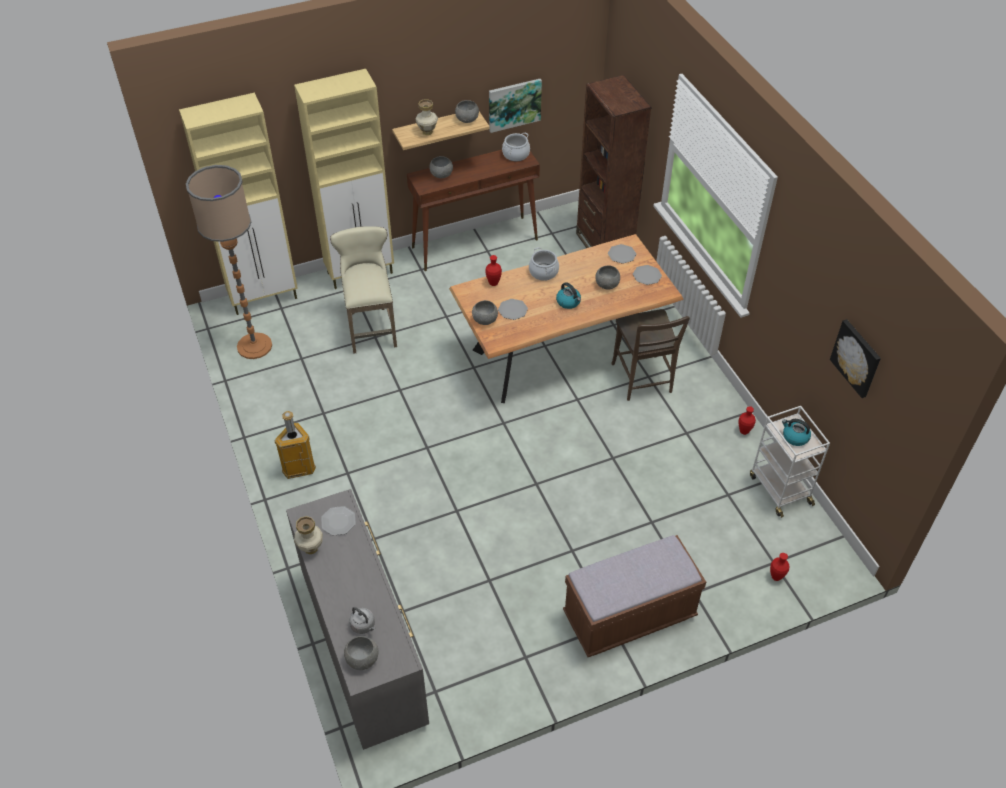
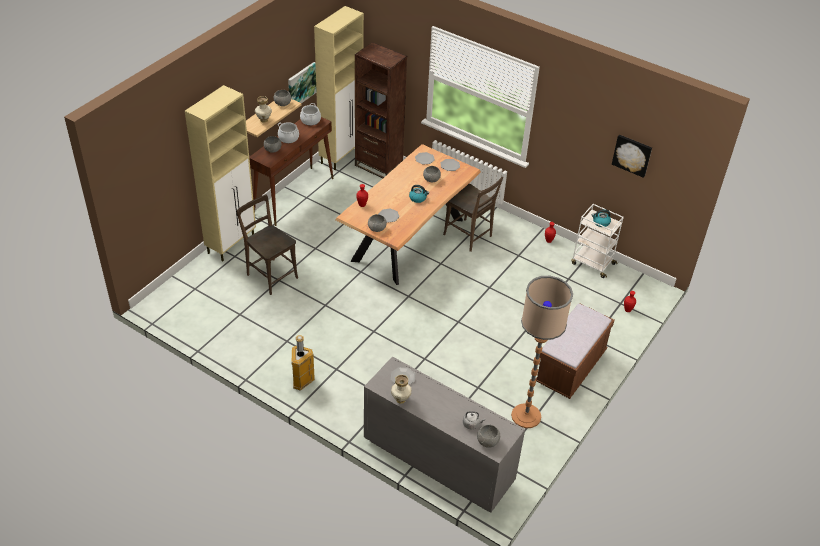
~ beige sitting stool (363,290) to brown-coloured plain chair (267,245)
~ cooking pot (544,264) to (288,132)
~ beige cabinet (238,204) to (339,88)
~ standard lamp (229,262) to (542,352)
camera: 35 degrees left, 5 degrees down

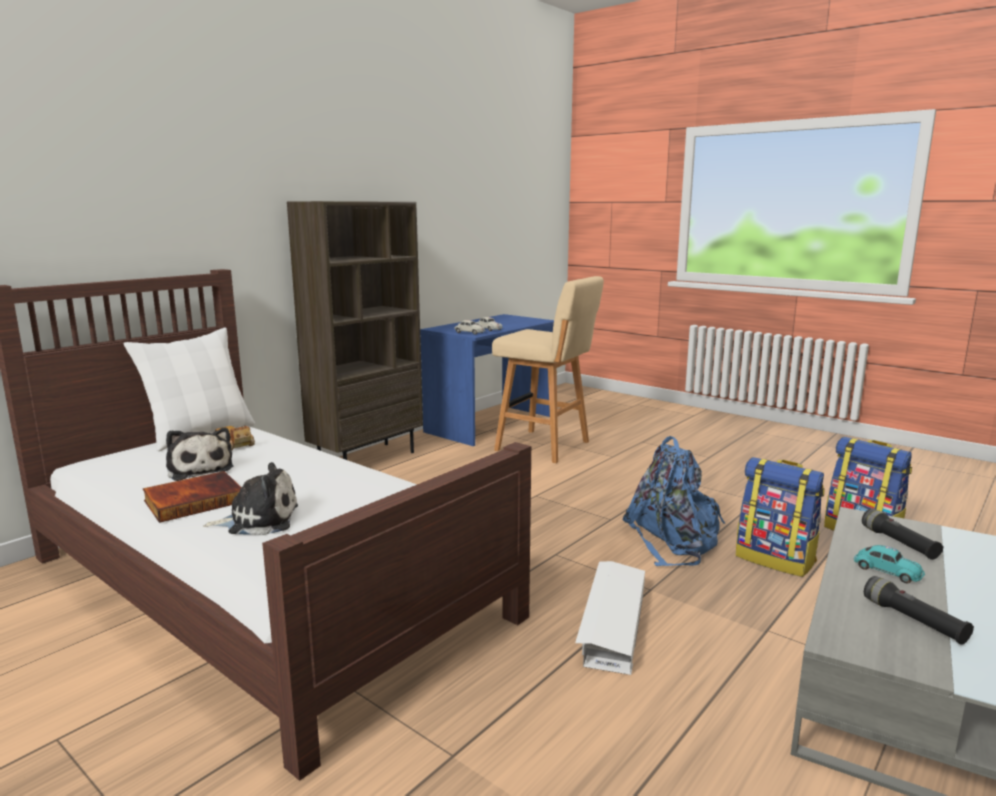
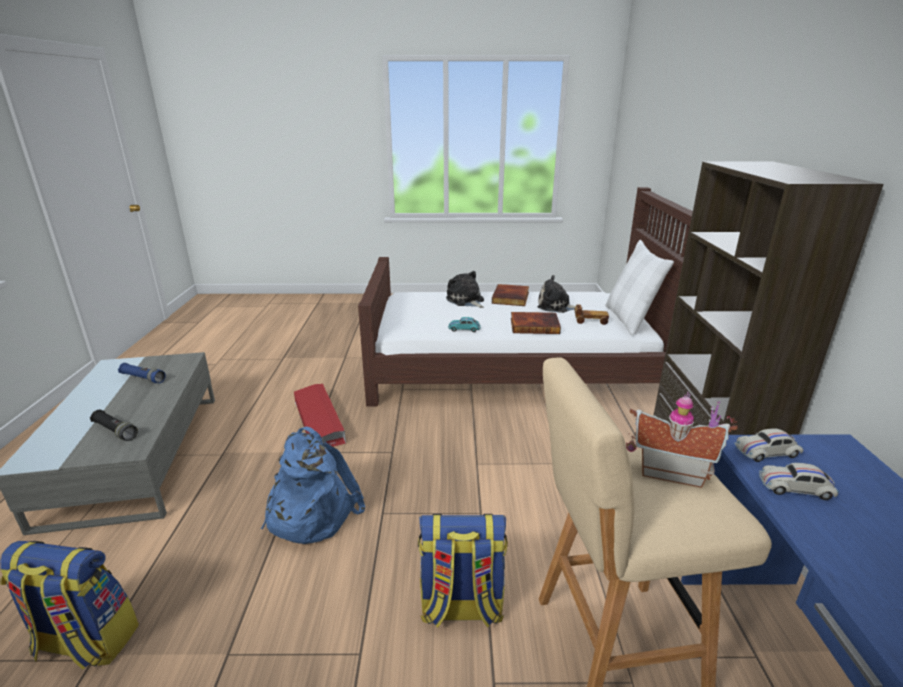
~ blackish hand torch (919,610) to bluish hand torch (142,373)
~ whitish storage bin (610,618) to reddish storage bin (320,415)
~ rucksack (780,517) to (463,571)
~ soft toy (250,499) = (465,289) 105 degrees clockwise
~ turquoise toy car (889,564) to (464,324)
+ bound book (536,323)
+ miniature house (681,440)
camera: 140 degrees right, 10 degrees up

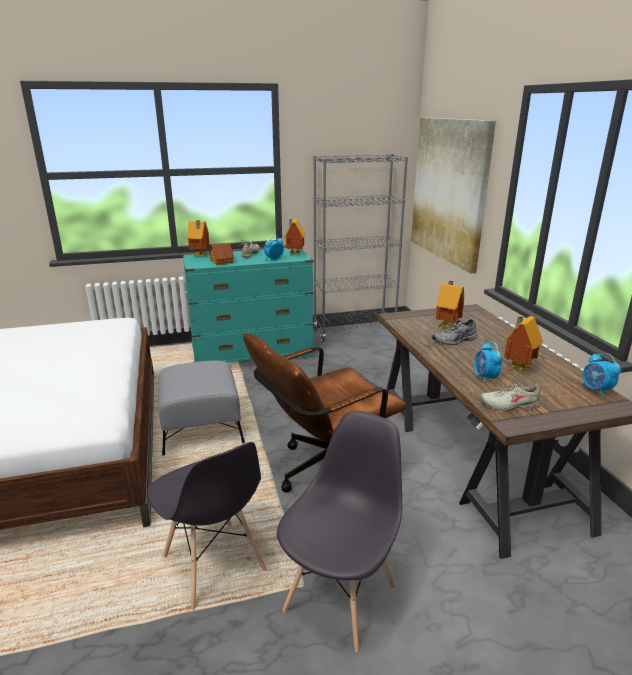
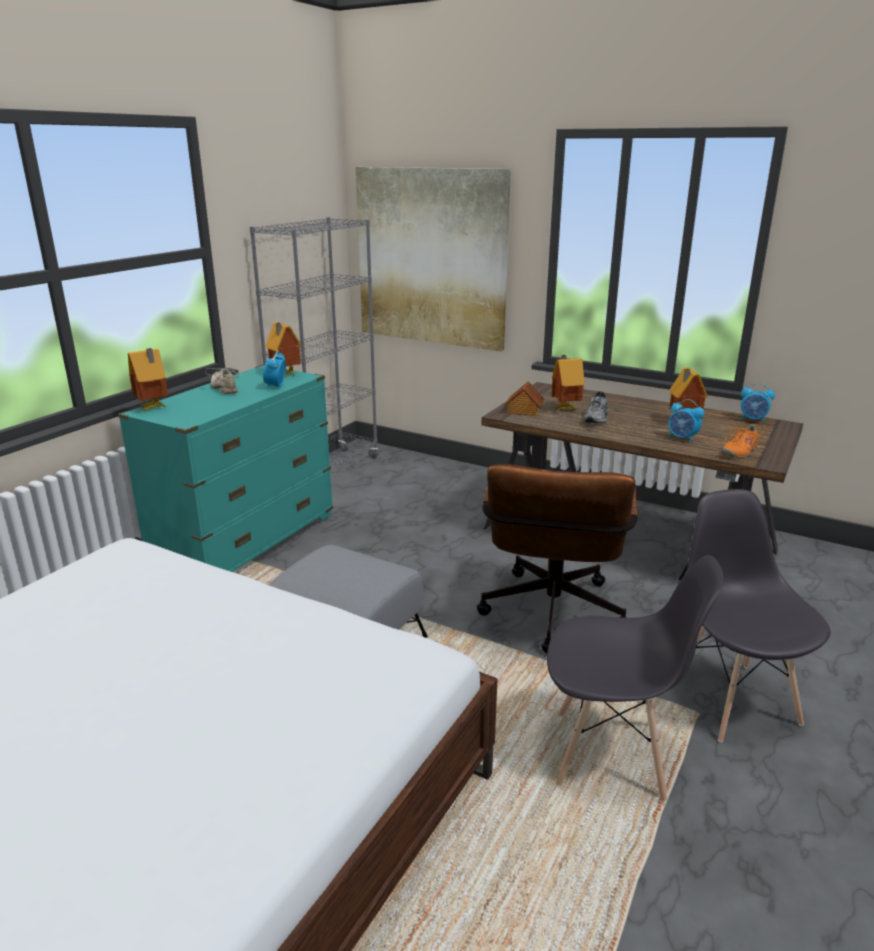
~ miniature house (222,254) to (525,398)
~ beige low shoe (510,396) to orangey low shoe (741,441)
camera: 45 degrees left, 0 degrees up

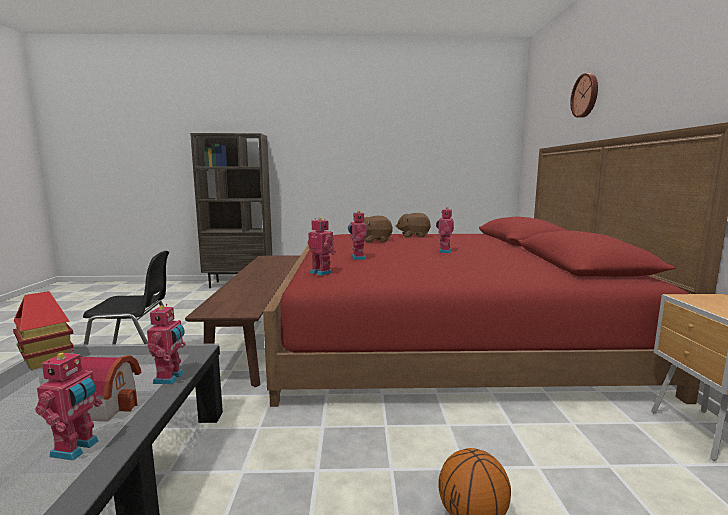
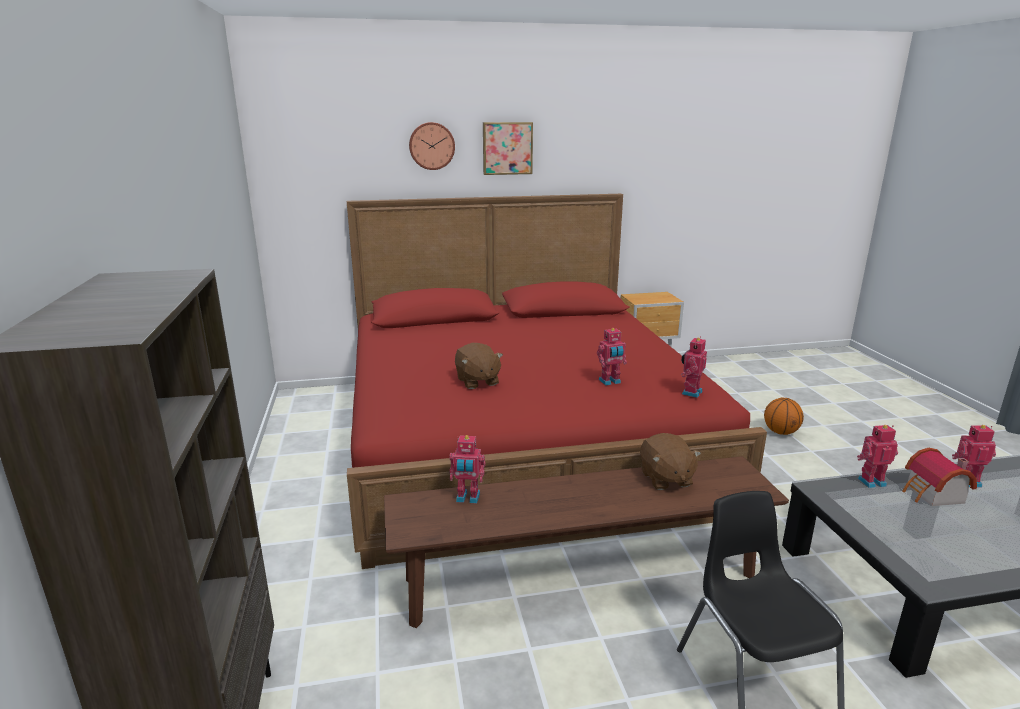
~ model robot (445,230) to (467,469)
+ wall picture (508,148)
~ brown-coloured soft toy (413,225) to (670,461)
- miniature house (43,330)
camera: 100 degrees left, 10 degrees up

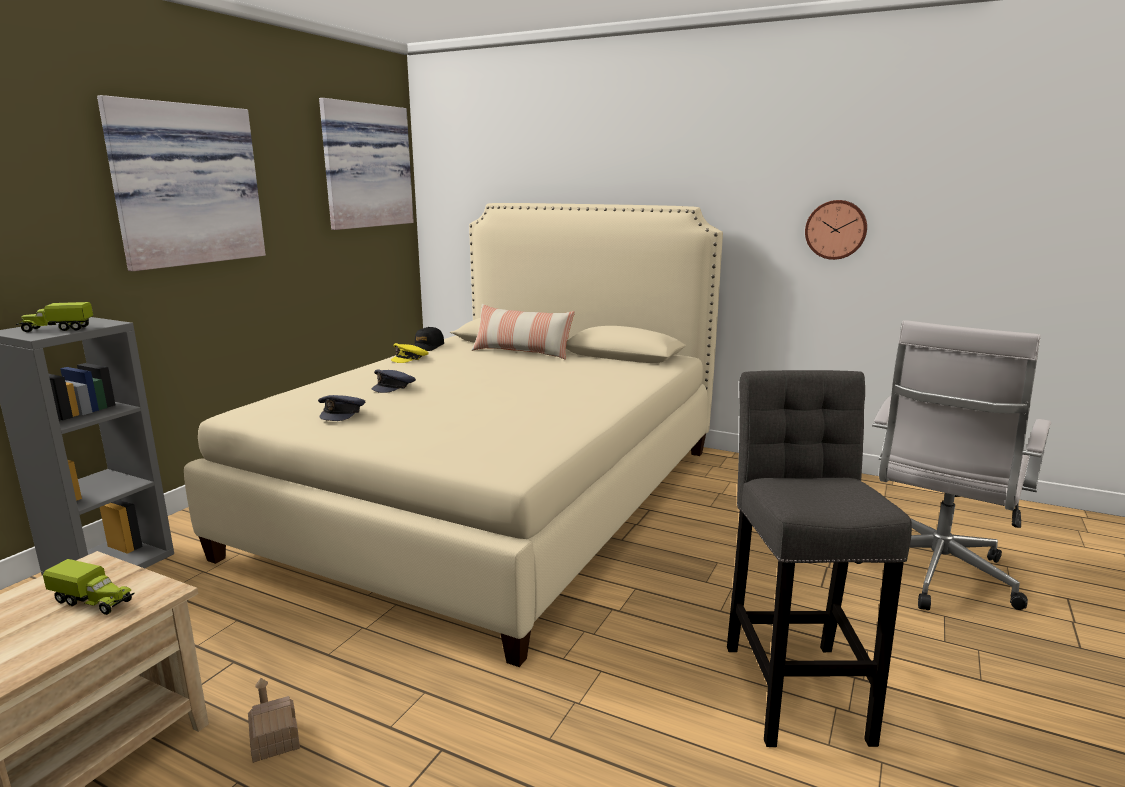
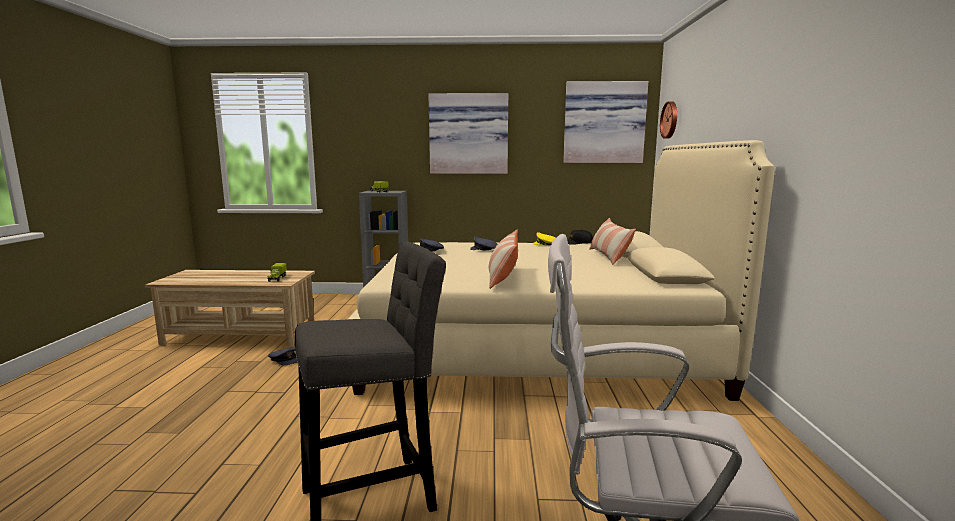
~ miniature house (274,720) to grey cap (282,356)
+ cushion (503,259)
~ hanging clock (836,230) to (668,120)
camera: 65 degrees right, 5 degrees down

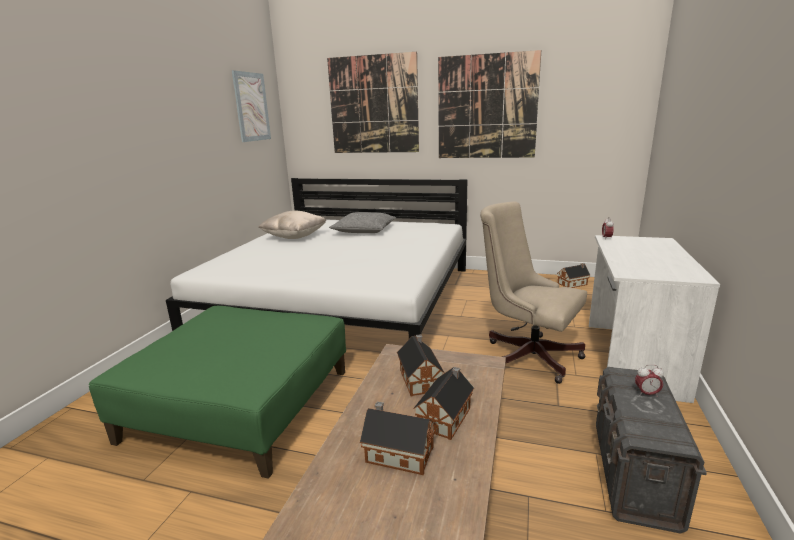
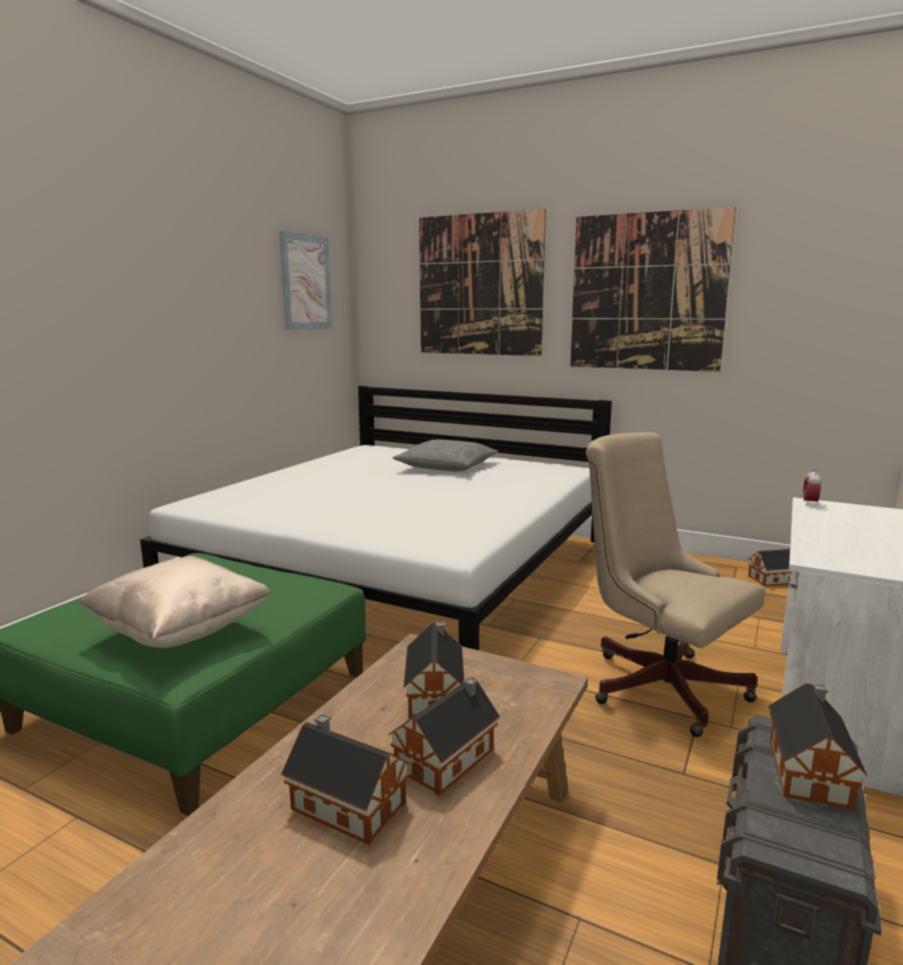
~ beige cushion (292,224) to (175,602)
~ alarm clock (649,381) to miniature house (818,747)
camera: 10 degrees right, 5 degrees down

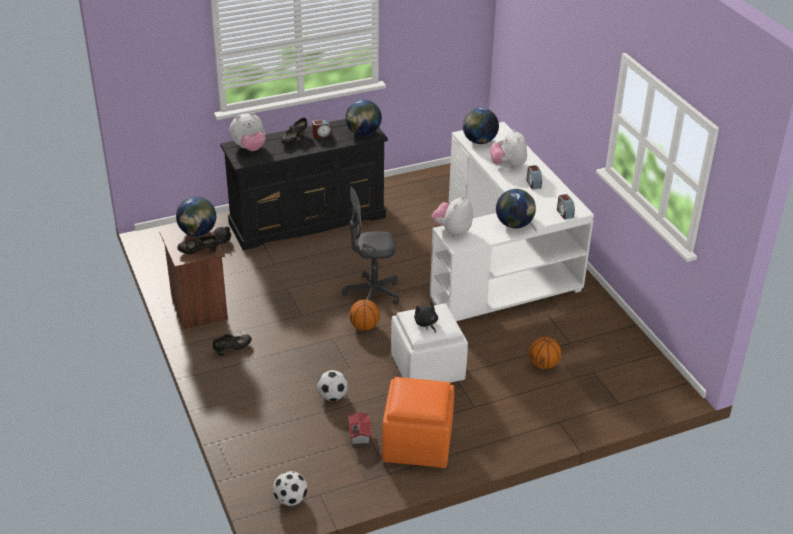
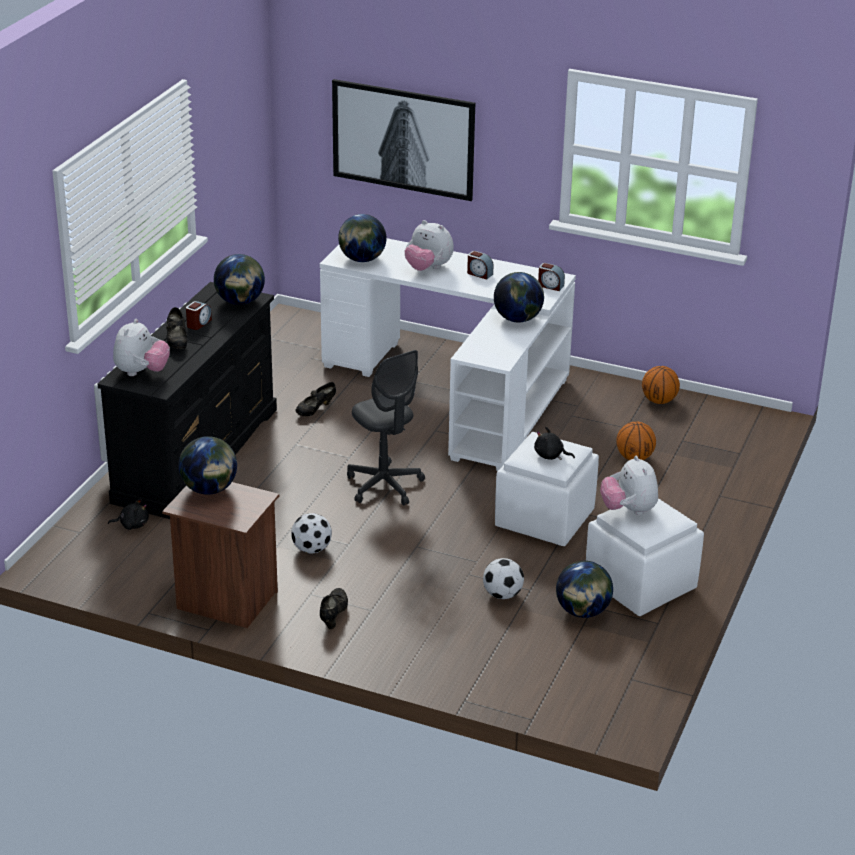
~ football ball (290,488) to (311,533)
~ blackish low shoe (198,245) to (316,399)
+ wall picture (403,140)
~ grey office chair (370,246) = (386,428) 75 degrees counterclockwise
~ miniature house (360,429) to desk globe (584,589)
~ orangey ottoman (418,422) to whitish ottoman (645,557)
~ soft toy (452,216) to (629,485)
~ basketball (364,315) to (661,385)
camera: 45 degrees left, 5 degrees down

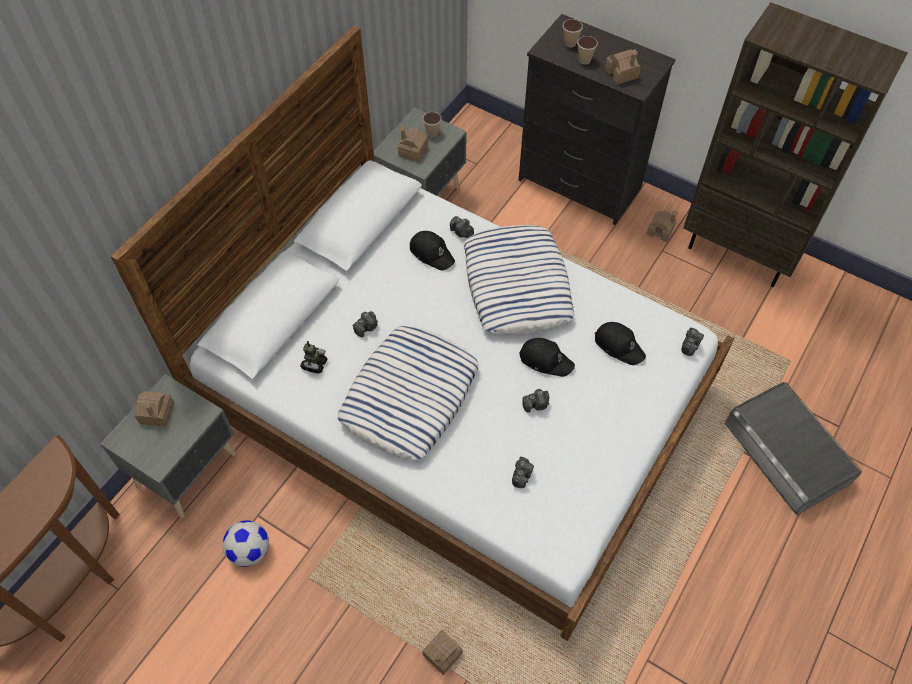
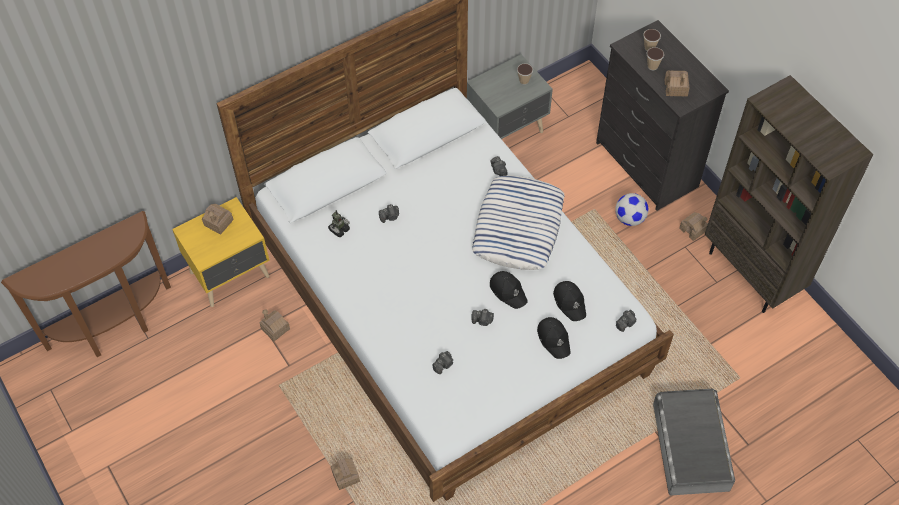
~ grey nightstand (168,446) to yellow-coloured nightstand (221,252)
~ miniature house (413,144) to (275,325)
~ blackish cap (432,251) to (554,338)
~ football ball (246,543) to (632,209)
- cushion (408,393)
camera: 25 degrees right, 0 degrees up

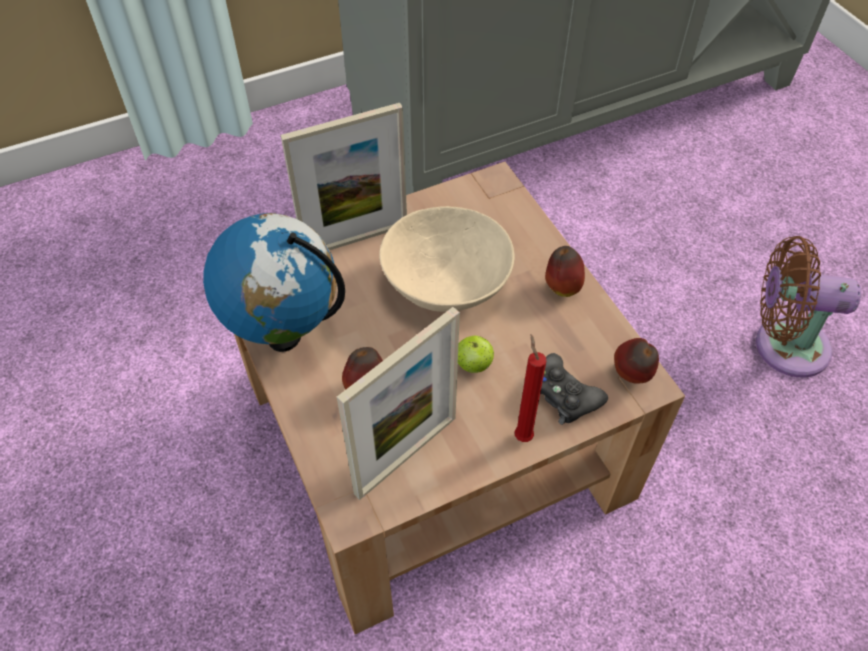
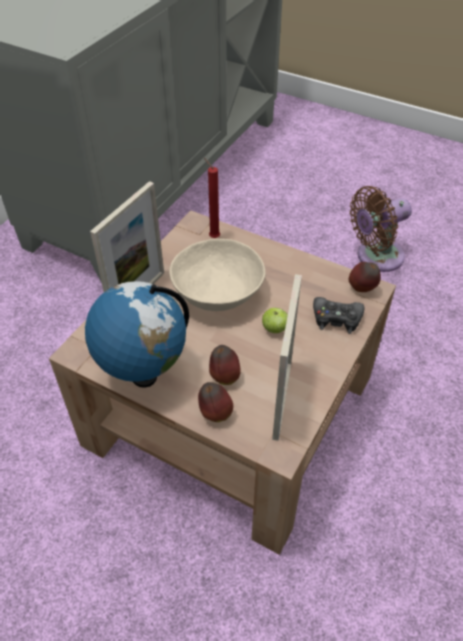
~ whole apple (565,271) to (215,402)
~ reddish candle (530,388) to (212,198)
camera: 35 degrees left, 5 degrees down

